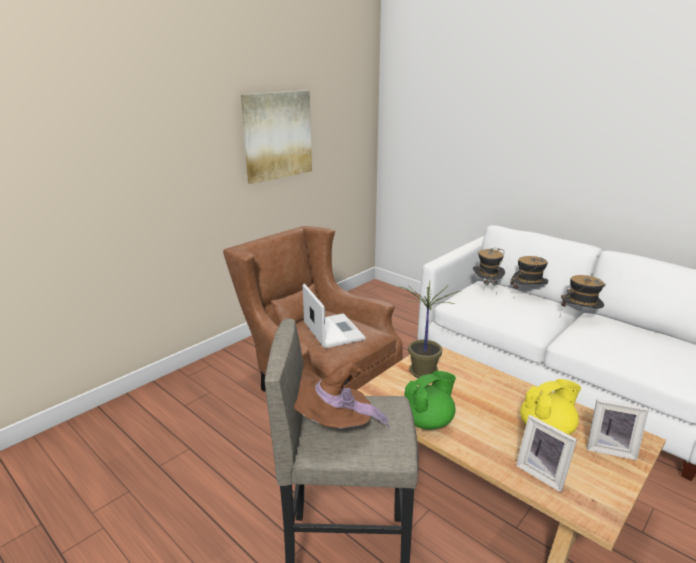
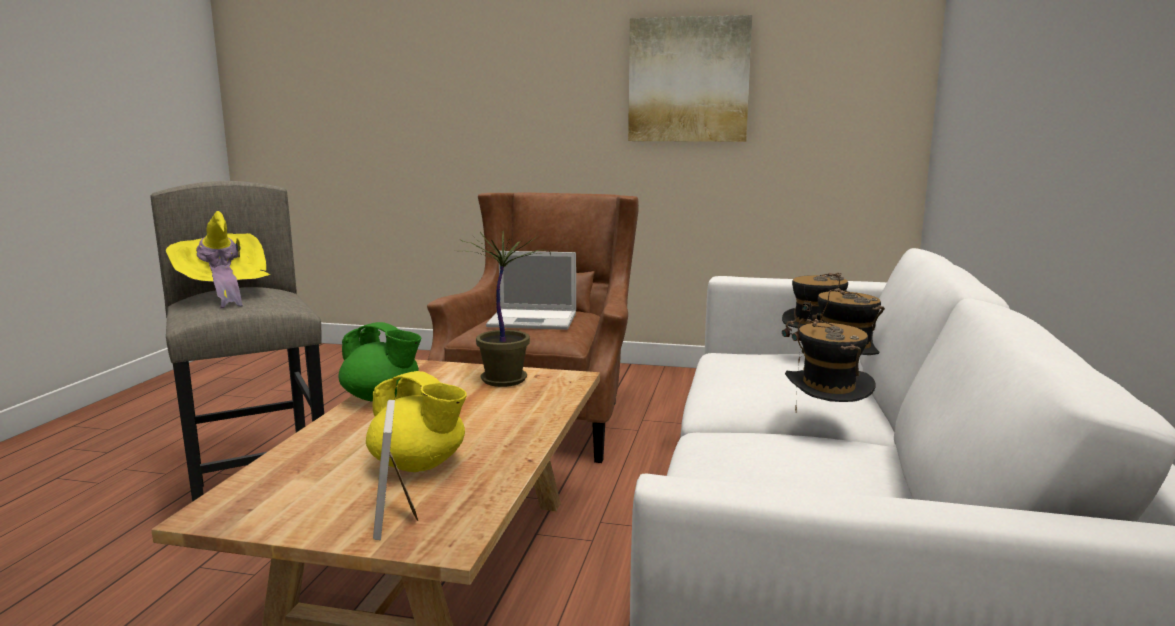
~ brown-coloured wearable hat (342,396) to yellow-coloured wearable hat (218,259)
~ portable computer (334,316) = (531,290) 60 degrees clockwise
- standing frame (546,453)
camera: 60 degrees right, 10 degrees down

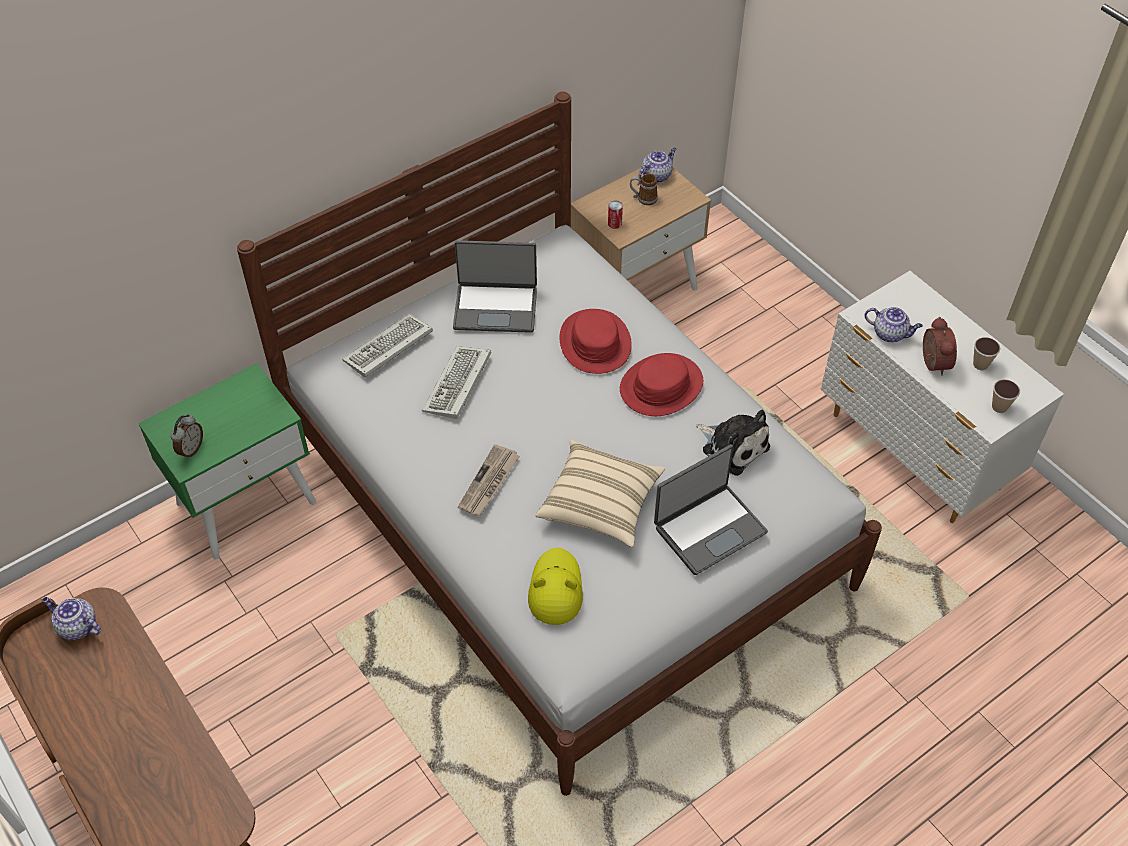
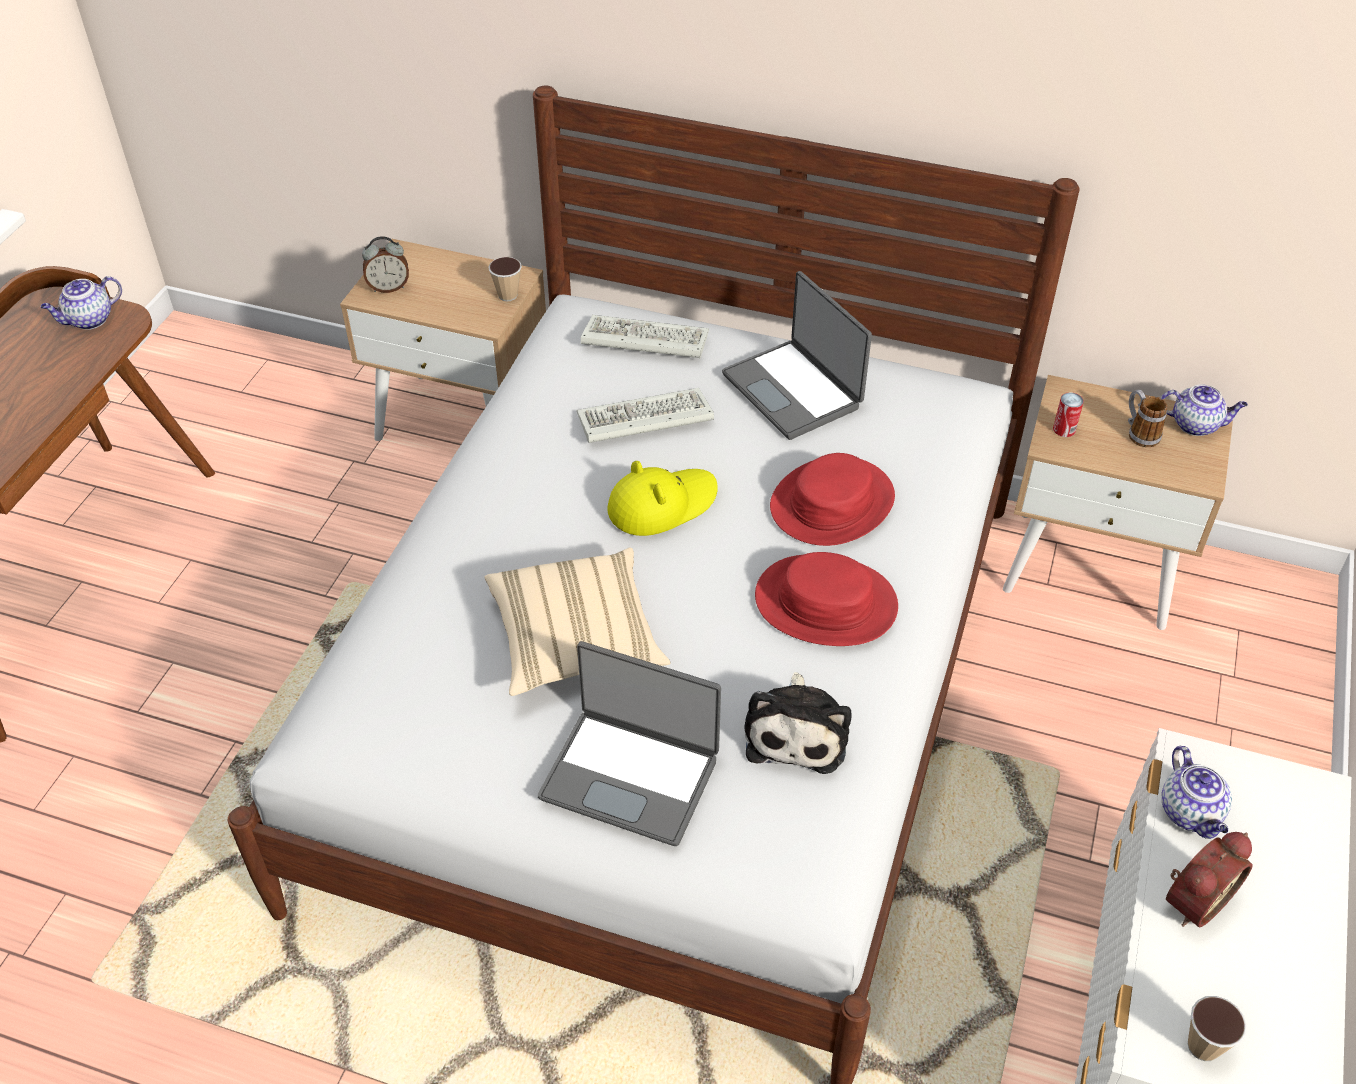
~ pot for tea (71,618) = (81,303) 120 degrees counterclockwise
~ greenish nightstand (227,461) to beige nightstand (443,340)
~ drinking cup (987,353) to (505,279)
~ yellow-coloured wearable hat (555,586) to (662,498)
- newspaper (489,480)
camera: 55 degrees right, 5 degrees down

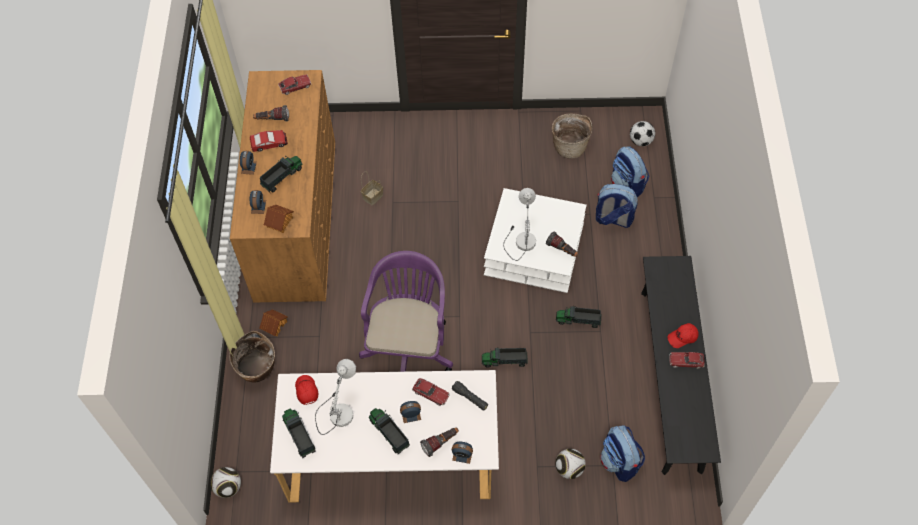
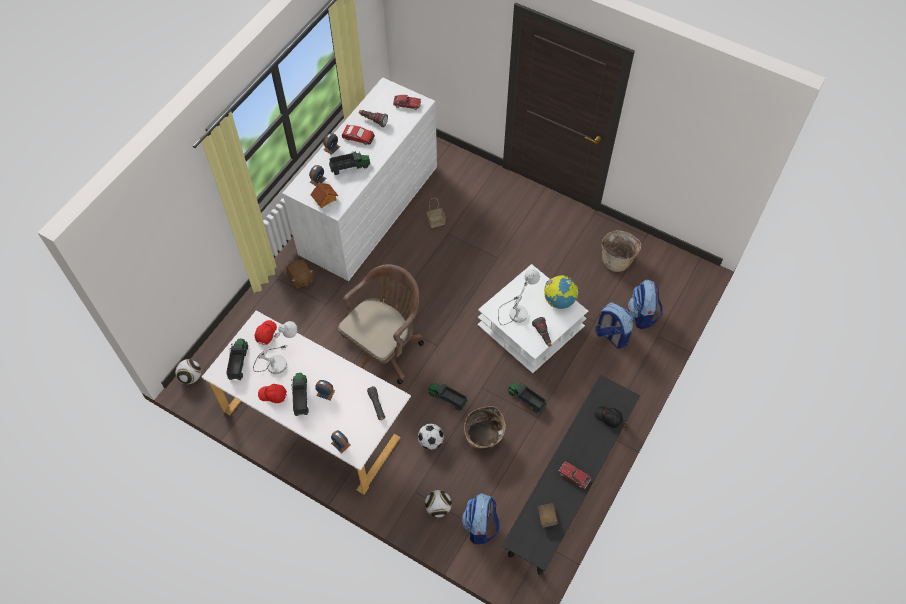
~ reddish cap (683,335) to (272,393)
~ brown-coloured dresser (282,186) to whitish dresser (359,179)
~ miniature house (273,322) to brown-coloured soft toy (299,274)
~ purplish office chair (406,311) to brown-coloured office chair (381,324)
~ football ball (642,133) to (431,437)
~ storage basket (252,357) to (485,428)
+ brown-coloured bound book (548,515)
+ desk globe (561,292)
+ blackish cap (609,417)
- toy car (431,392)
- hand torch (439,442)
camera: 30 degrees right, 0 degrees up

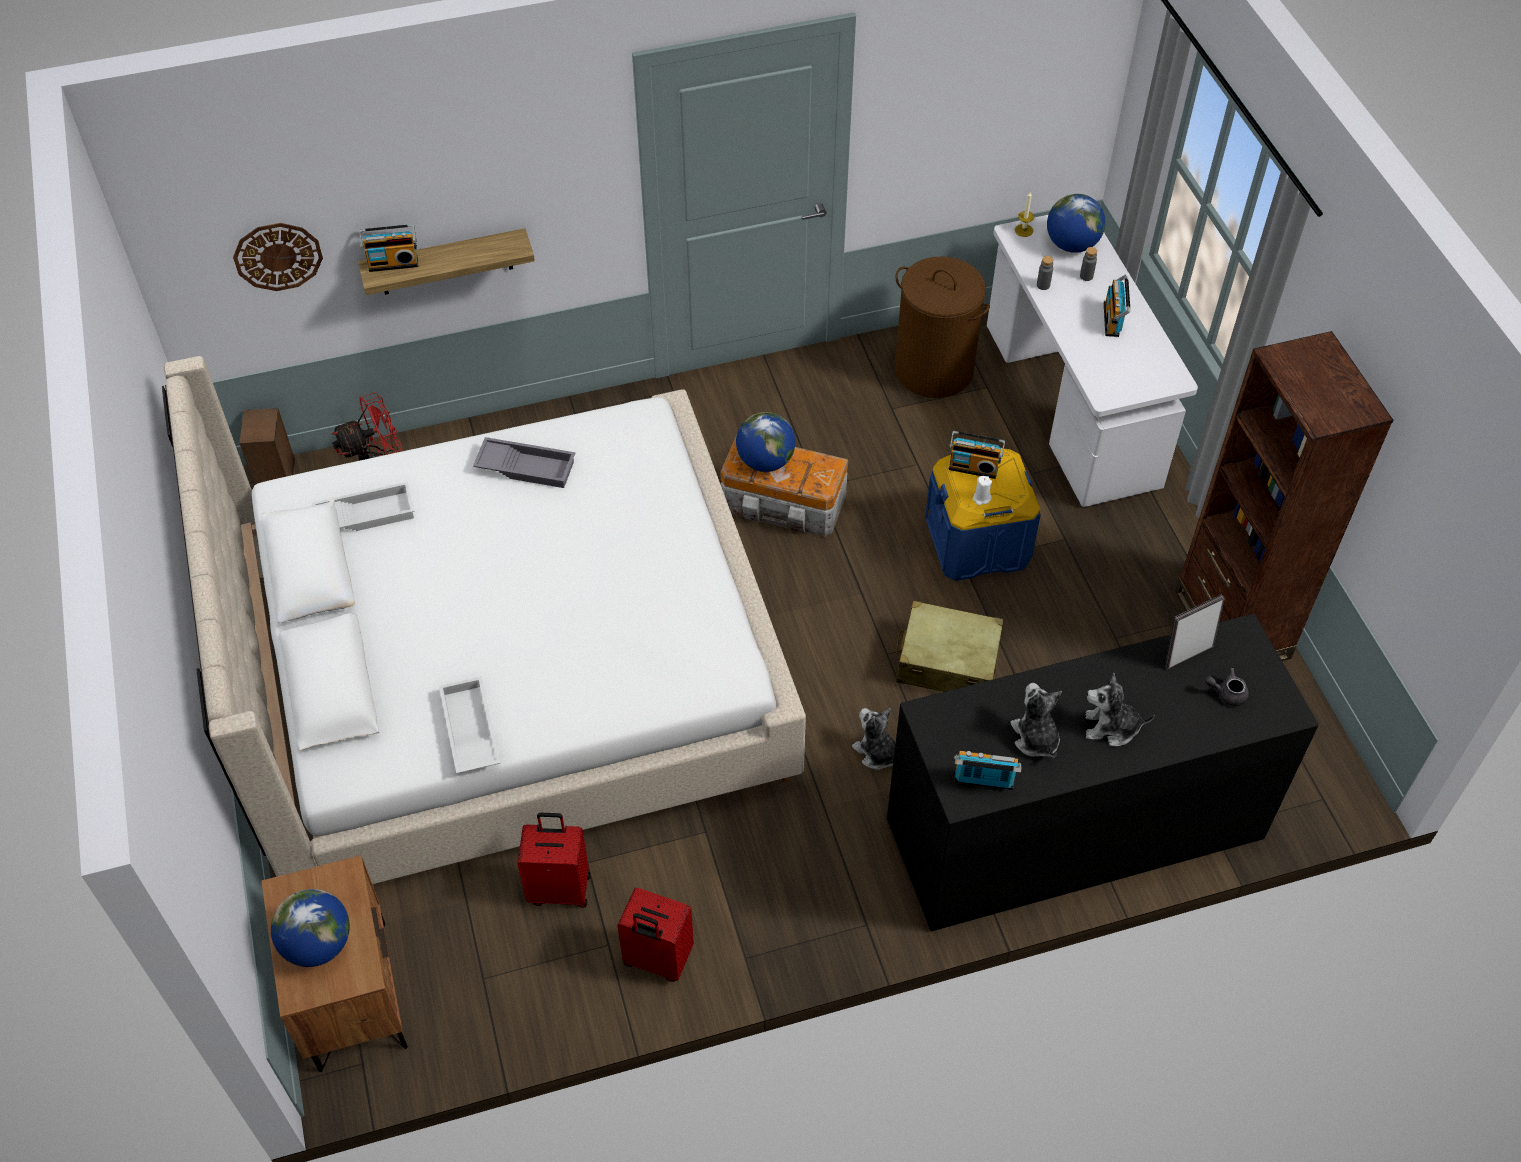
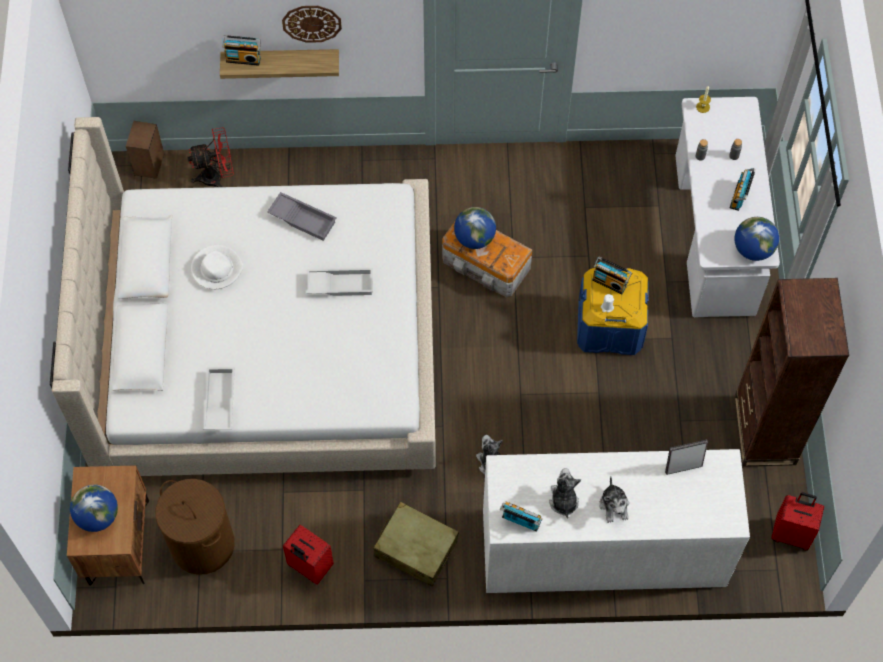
~ brown-coloured hamper (942,327) to (195,527)
+ whitish wearable hat (217,267)
~ hanging clock (278,257) to (312,24)
~ whitish tray (363,506) to (340,282)
~ beige piece of luggage (950,646) to (416,544)
~ blackish dresser (1103,773) to whitish dresser (616,521)
~ soft toy (1120,709) = (614,500) 120 degrees counterclockwise
~ desk globe (1076,223) to (756,239)
~ reddish piece of luggage (553,860) to (797,521)
- grey pot for tea (1227,687)
camera: 15 degrees right, 10 degrees up

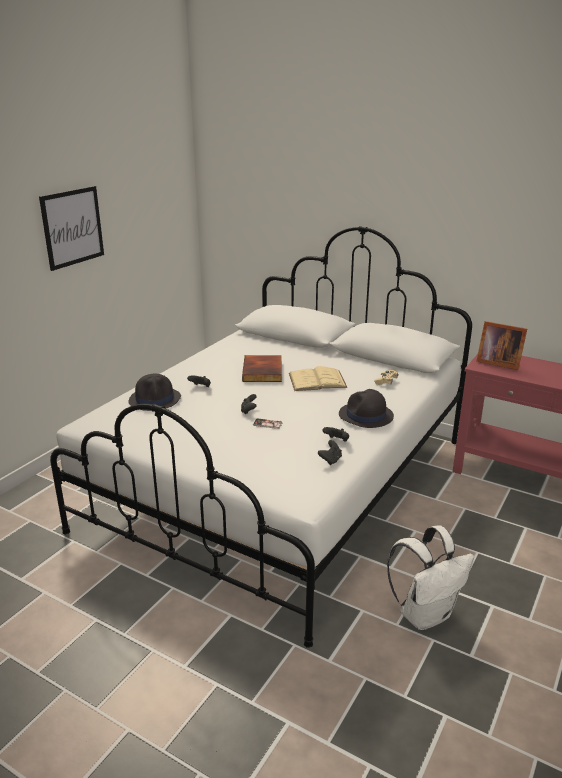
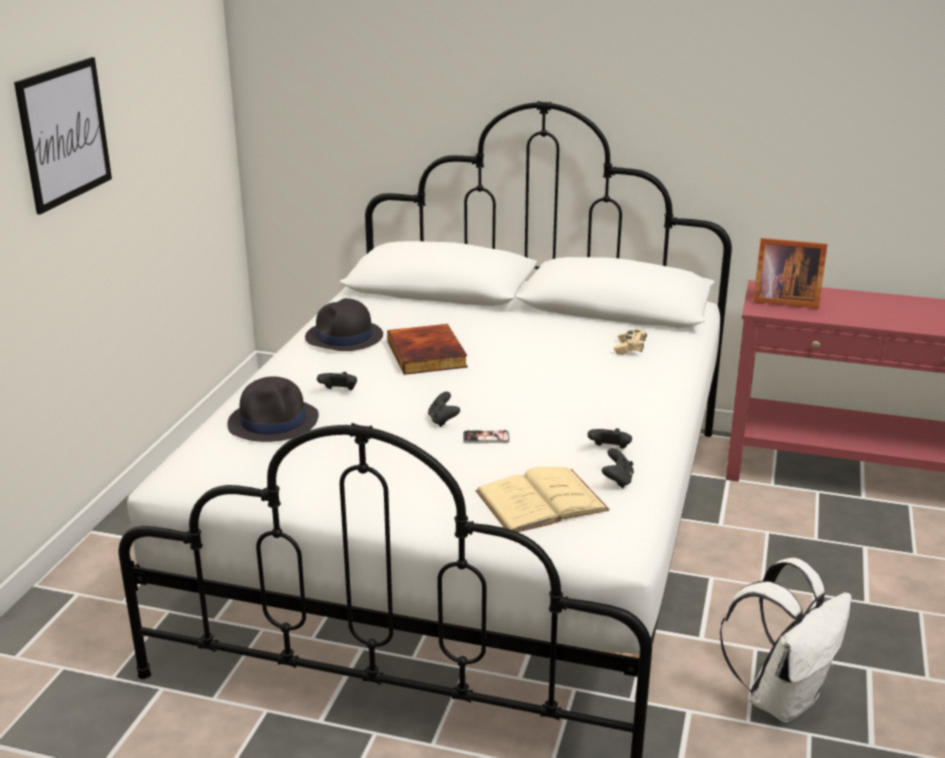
~ blackish wearable hat (366,408) to (344,324)
~ beige bound book (318,378) to (543,499)
camera: 15 degrees left, 0 degrees up

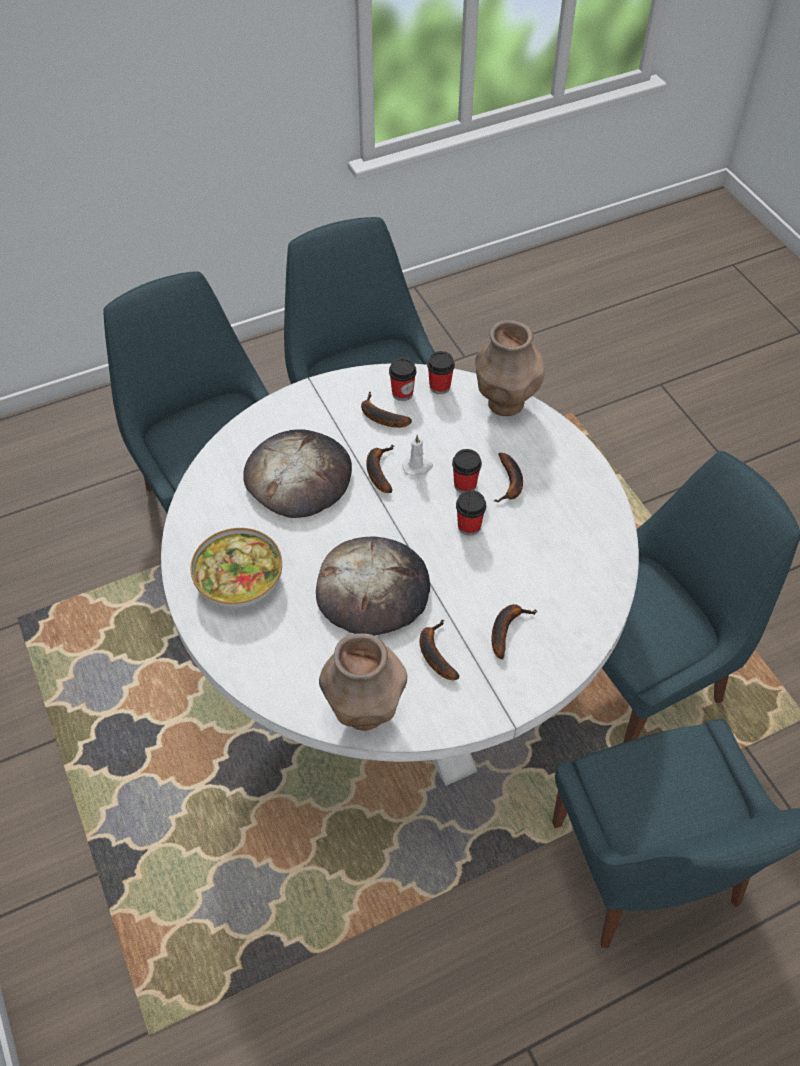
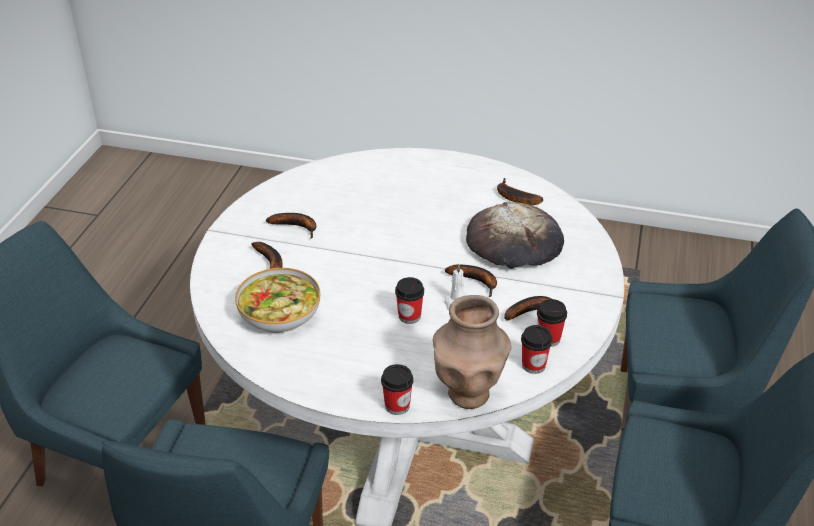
~ bowl (236,568) to (277,300)
~ drinking cup (471,513) to (397,389)
~ whole banana (508,478) to (520,191)
- baked bread (373,586)
- brown-coloured flower vase (363,682)
camera: 130 degrees right, 15 degrees down

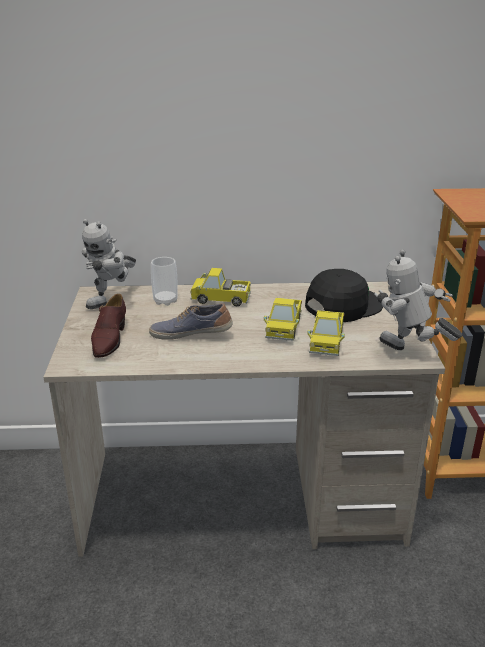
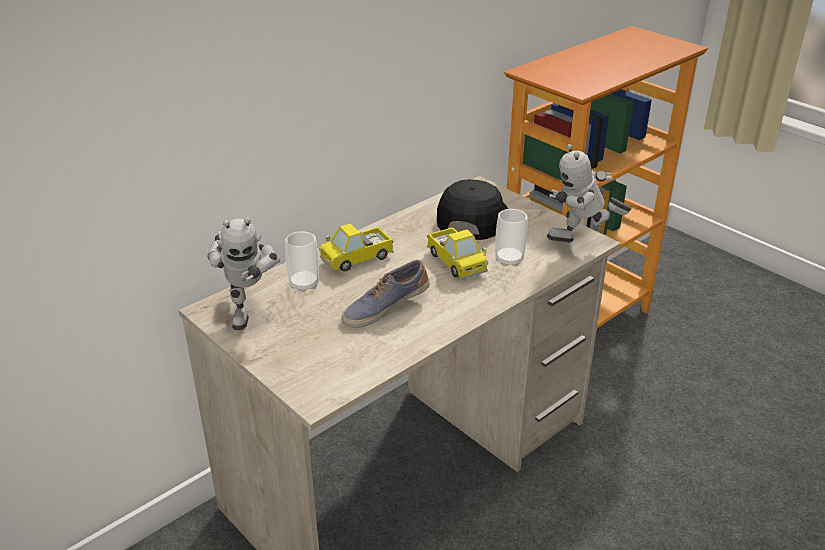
~ model truck (326,333) to drinking cup (511,237)
- brown-coloured low shoe (108,326)
camera: 40 degrees left, 5 degrees up

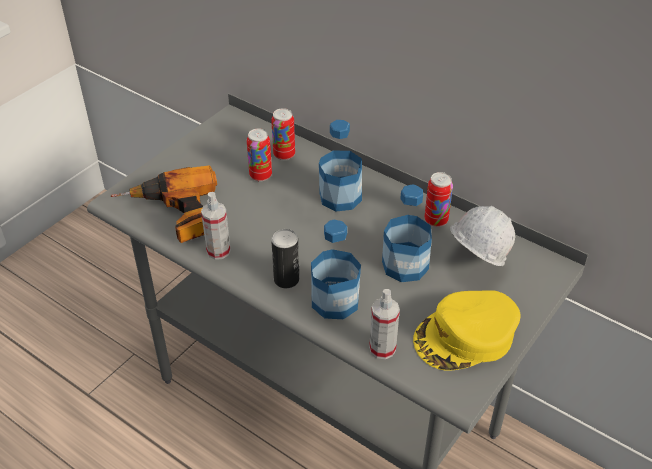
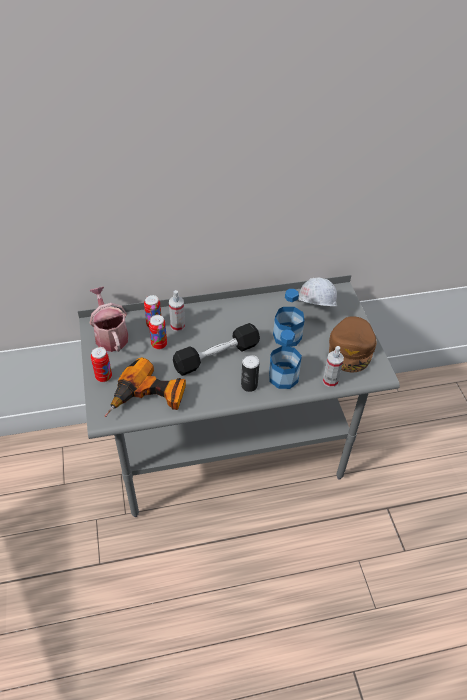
+ sprinkling can (109,319)
~ metal can (438,199) to (101,364)
~ hand sprayer (216,226) to (177,311)
+ blackish dumbbell (216,349)
~ yellow-coloured cap (467,330) to brown-coloured cap (352,344)
- beverage bottle (340,165)
camera: 50 degrees left, 5 degrees up

